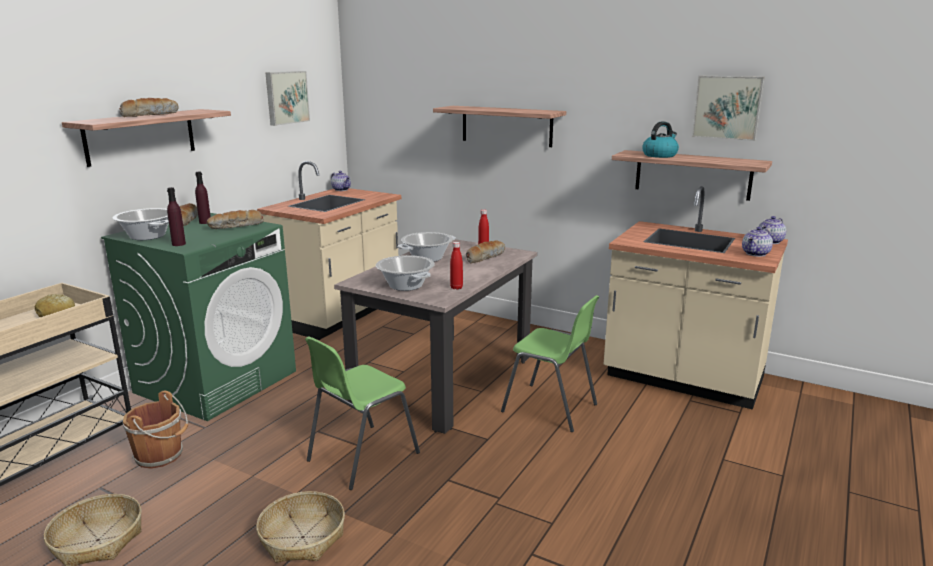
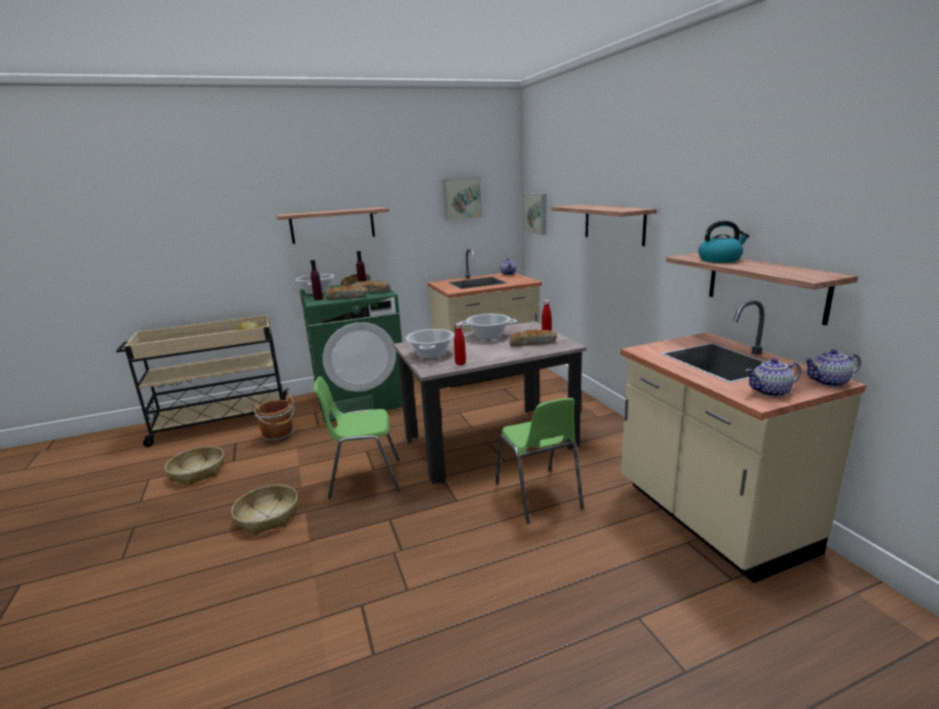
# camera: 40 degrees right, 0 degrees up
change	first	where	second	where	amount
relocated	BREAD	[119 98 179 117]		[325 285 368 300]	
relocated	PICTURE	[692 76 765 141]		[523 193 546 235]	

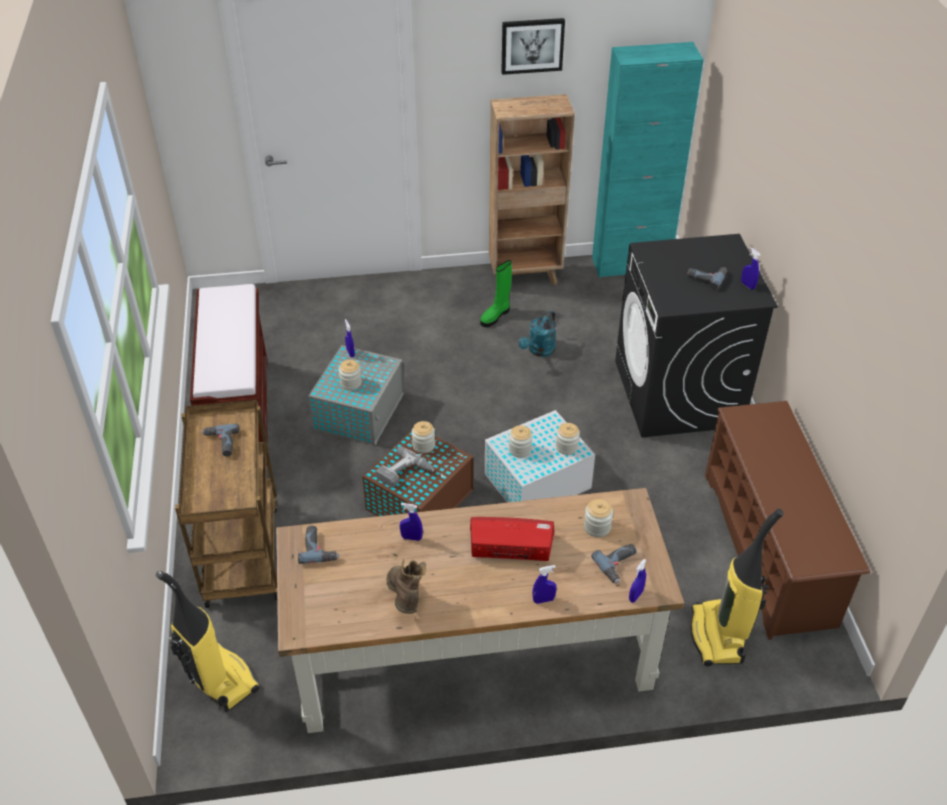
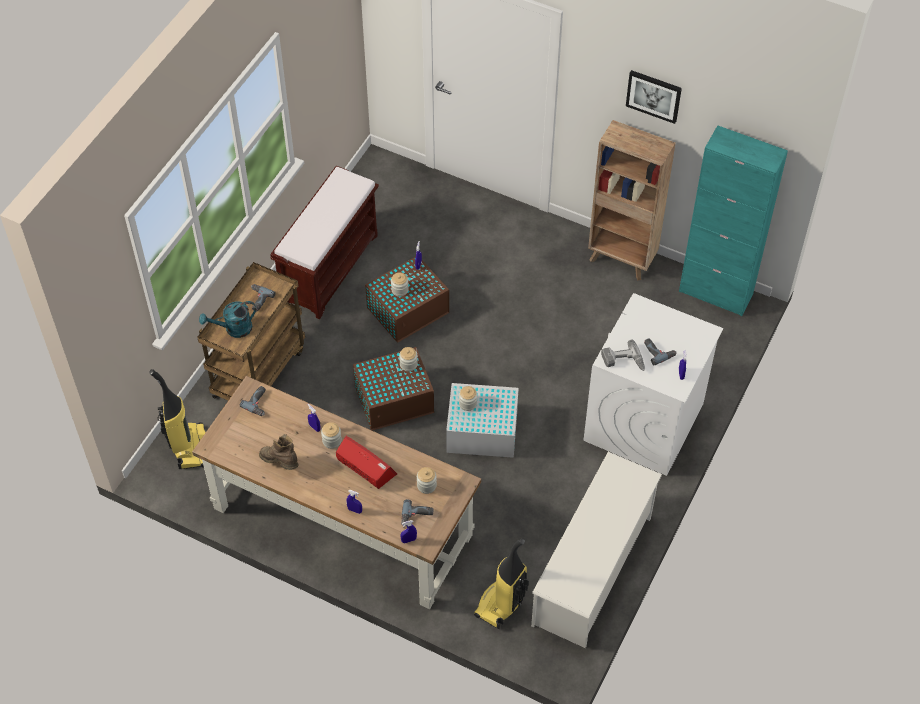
# camera: 35 degrees right, 10 degrees up
change	first	where	second	where	amount
missing	GREEN BOOT	[480 260 512 327]			
relocated	POWER DRILL	[376 447 434 487]		[601 339 645 371]	
relocated	TURQUOISE WATERING CAN	[518 311 556 357]		[199 301 256 338]	
relocated	JAR	[556 423 580 455]		[321 422 342 449]	
colour	GREY STORAGE BOX	[308 345 404 445]	BROWN STORAGE BOX	[365 257 449 343]	
colour	BLACK WASHING MACHINE	[615 234 778 437]	WHITE WASHING MACHINE	[584 293 723 476]	
colour	BROWN SHOE RACK	[705 401 870 640]	WHITE SHOE RACK	[531 452 662 648]	
spun	BROWN BOOT	[387 559 426 614]		[259 434 298 470]	75 degrees counterclockwise

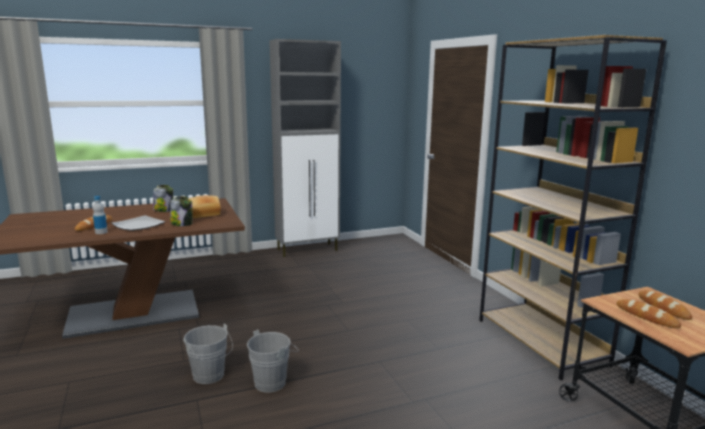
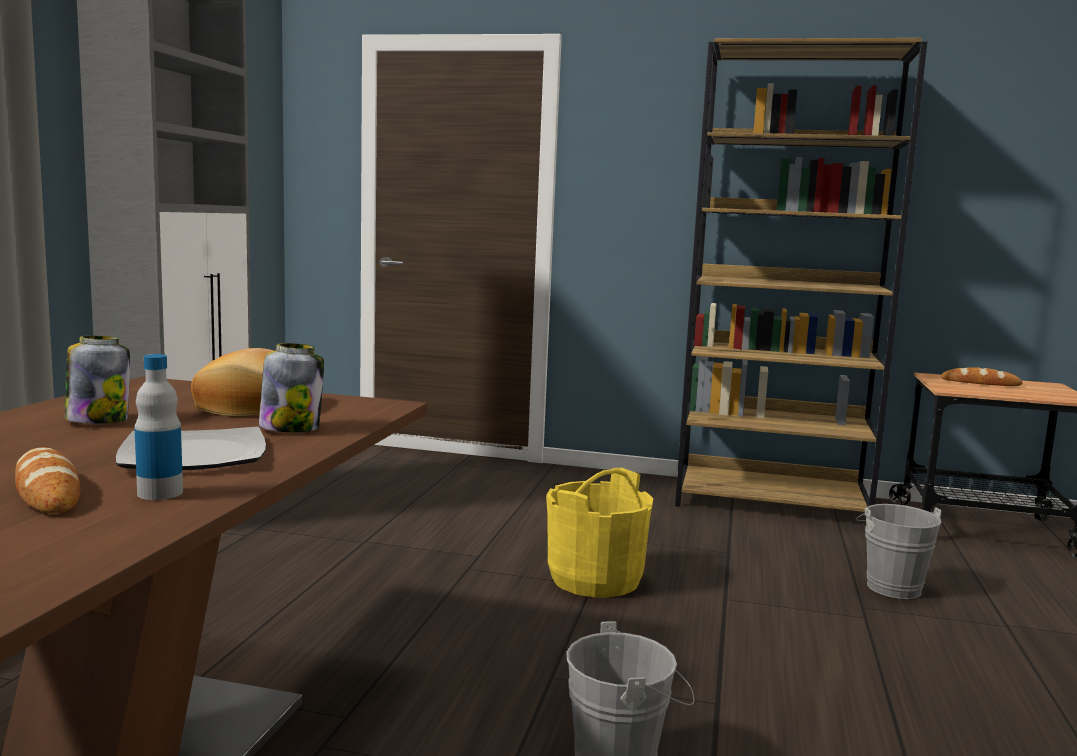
# camera: 55 degrees left, 5 degrees down
change	first	where	second	where	amount
missing	BREAD	[617 299 681 328]			
appeared			YELLOW BUCKET	[546 468 653 598]	
relocated	GREY BUCKET	[247 330 299 393]		[856 504 942 599]	

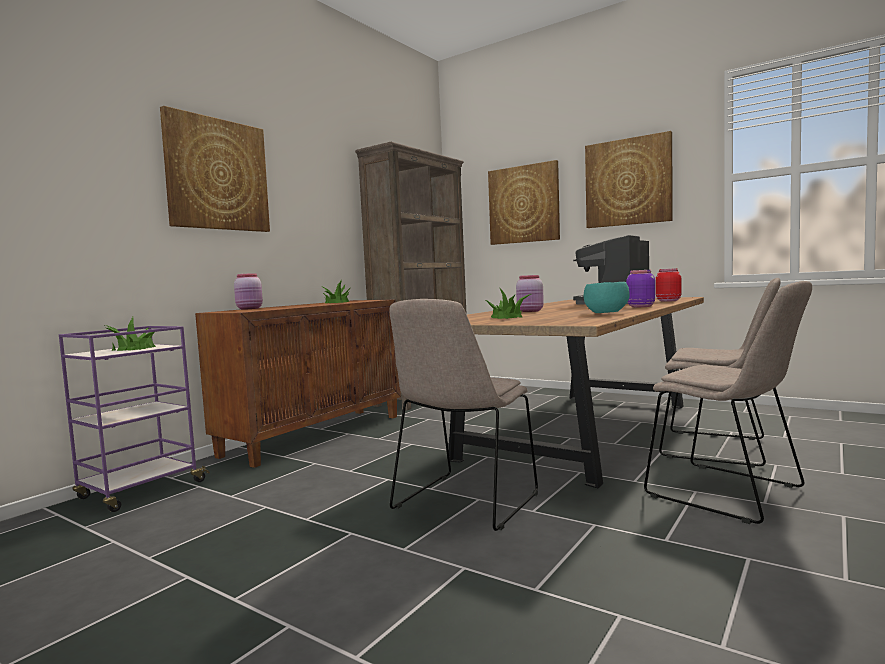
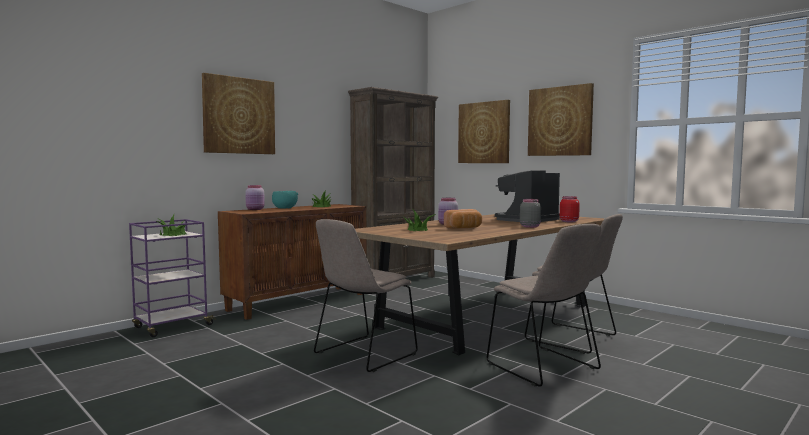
# camera: 10 degrees right, 0 degrees up
change	first	where	second	where	amount
appeared			BREAD	[444 209 482 229]	
relocated	TURQUOISE BOWL	[584 282 630 313]		[272 191 298 208]	
colour	PURPLE JAR	[626 270 655 307]	GREY JAR	[520 199 541 228]	

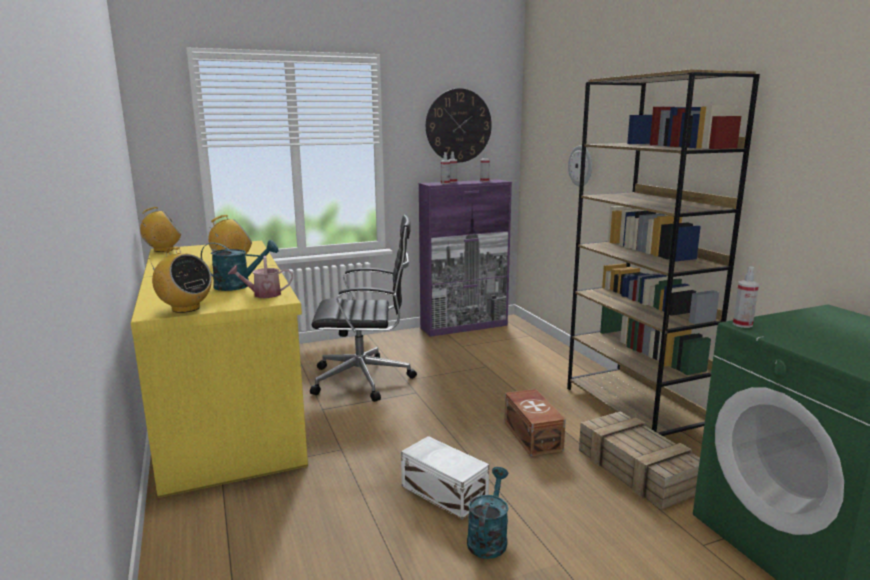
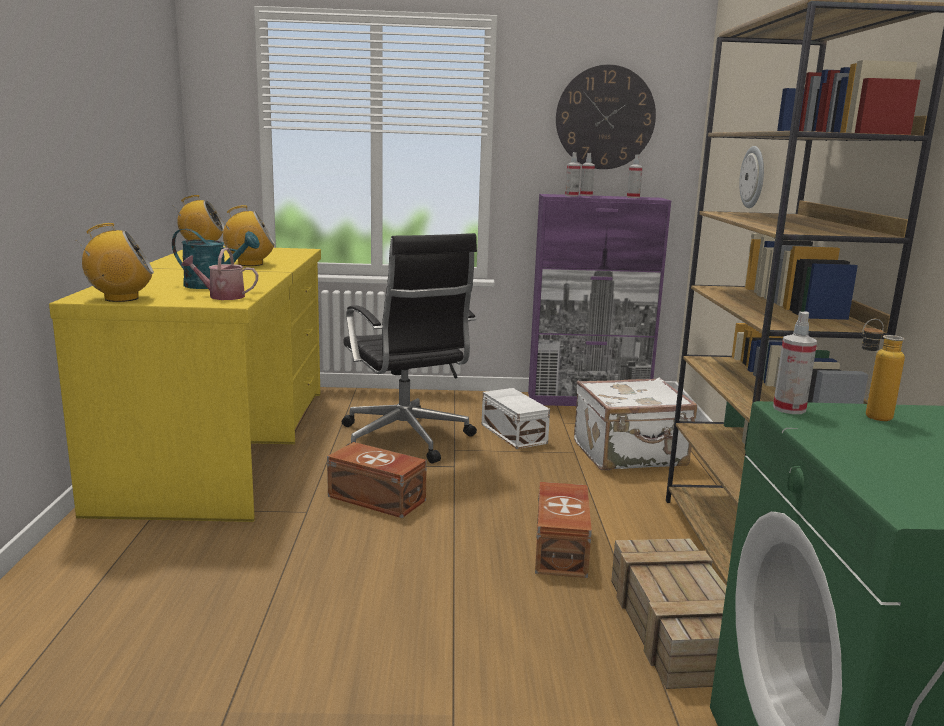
# camera: 20 degrees right, 0 degrees up
change	first	where	second	where	amount
missing	TURQUOISE WATERING CAN	[467 467 509 559]			
appeared			BROWN STORAGE BOX	[327 442 427 518]	
appeared			WHITE SUITCASE	[574 378 697 470]	
appeared			BOTTLE	[862 319 905 421]	
relocated	WHITE STORAGE BOX	[401 436 489 520]		[482 388 550 449]	
spun	RADIO	[148 247 212 313]		[76 223 154 302]	75 degrees counterclockwise
spun	BLACK OFFICE CHAIR	[310 215 417 402]		[342 233 477 463]	45 degrees clockwise

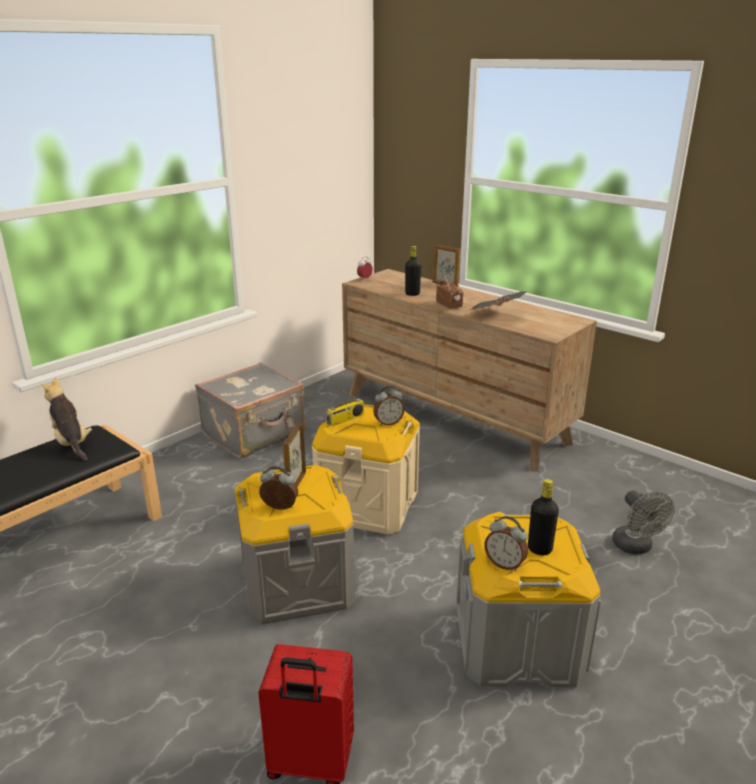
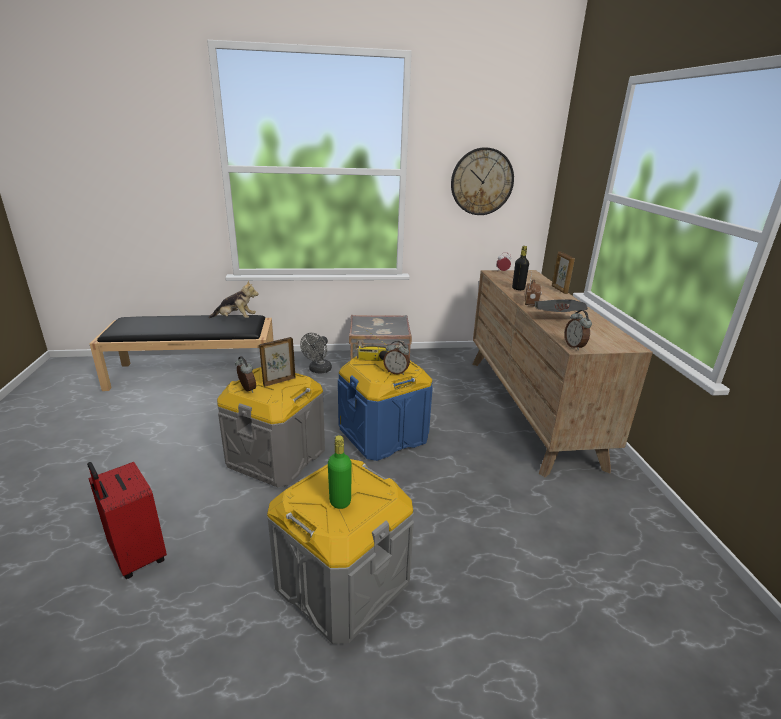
# camera: 40 degrees right, 0 degrees up
change	first	where	second	where	amount
appeared			WALL CLOCK	[451 147 514 215]	
relocated	ALARM CLOCK	[484 516 528 571]		[565 310 592 351]	
relocated	GREY FAN	[612 490 674 554]		[300 333 332 374]	
colour	BEIGE STORAGE BOX	[312 404 420 535]	BLUE STORAGE BOX	[338 356 433 461]	
colour	BLACK BOTTLE	[528 479 559 555]	GREEN BOTTLE	[328 435 352 509]	
spun	PLUSH TOY	[42 378 92 461]		[209 281 259 318]	90 degrees clockwise

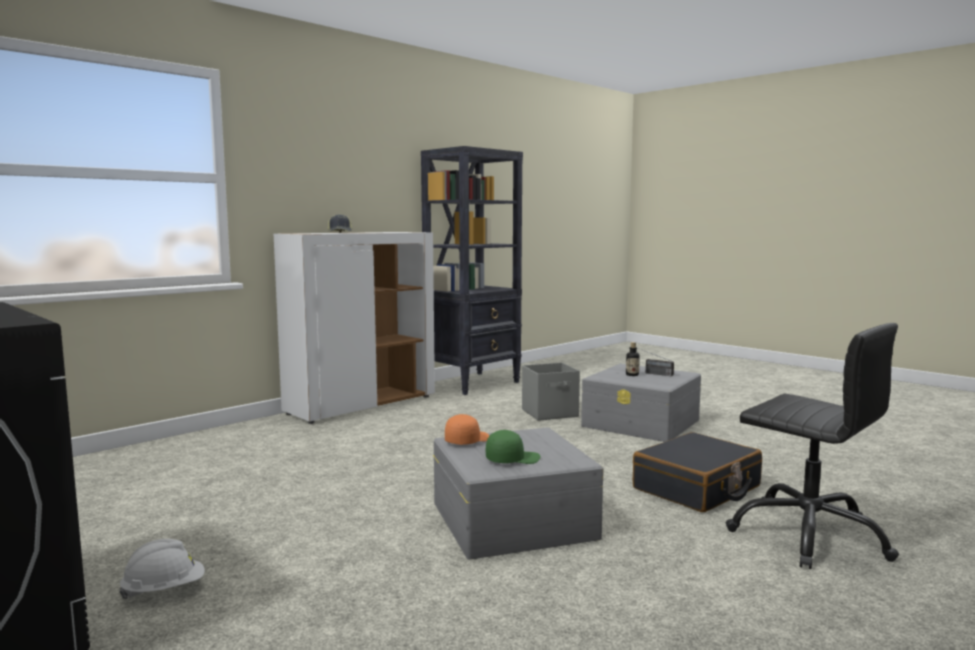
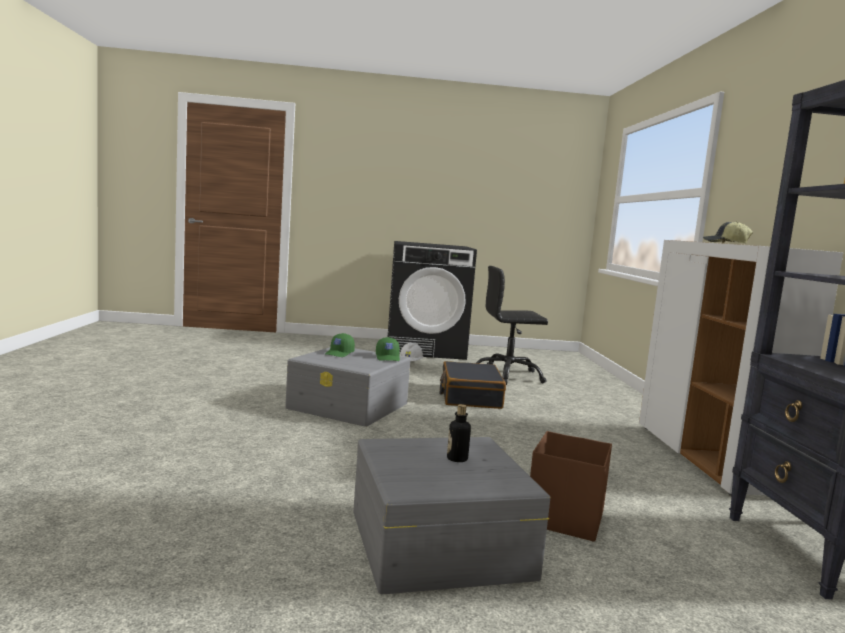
# camera: 130 degrees right, 0 degrees up
change	first	where	second	where	amount
missing	RADIO	[638 348 674 376]			
relocated	BLACK SUITCASE	[633 432 762 512]		[440 361 506 409]	
relocated	BLACK OFFICE CHAIR	[726 323 899 569]		[476 266 548 385]	
colour	ORANGE CAP	[445 414 489 445]	GREEN CAP	[376 337 400 361]	
colour	GREY STORAGE BOX	[522 363 580 421]	BROWN STORAGE BOX	[530 431 612 542]	

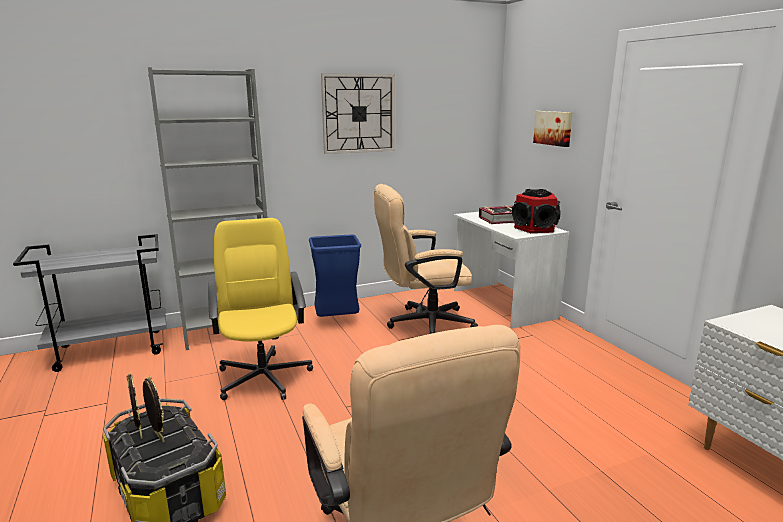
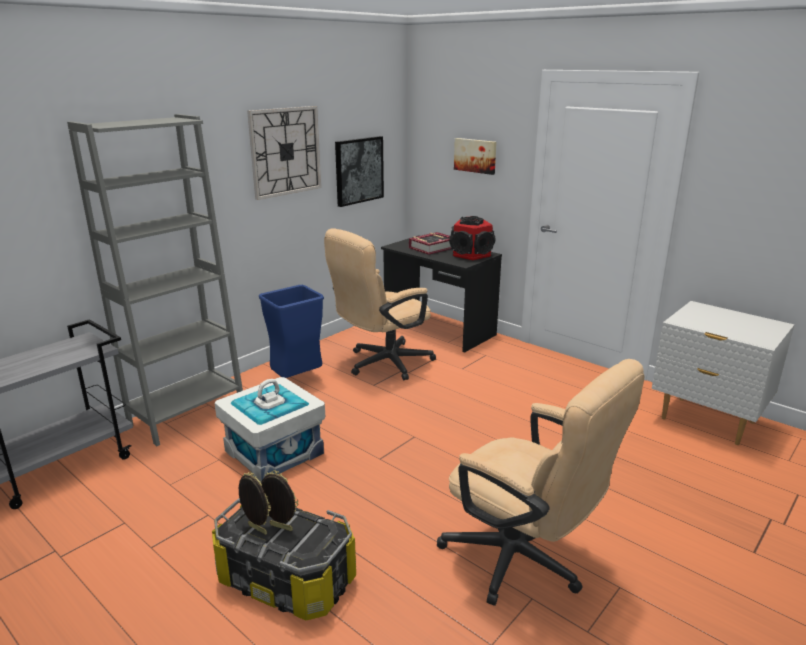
# camera: 25 degrees left, 5 degrees up
change	first	where	second	where	amount
appeared			PICTURE	[335 136 384 207]	
exchanged	YELLOW OFFICE CHAIR	[208 218 313 400]	WHITE STORAGE BOX	[215 377 325 482]	
colour	WHITE DESK	[454 212 569 329]	BLACK DESK	[381 235 502 353]	

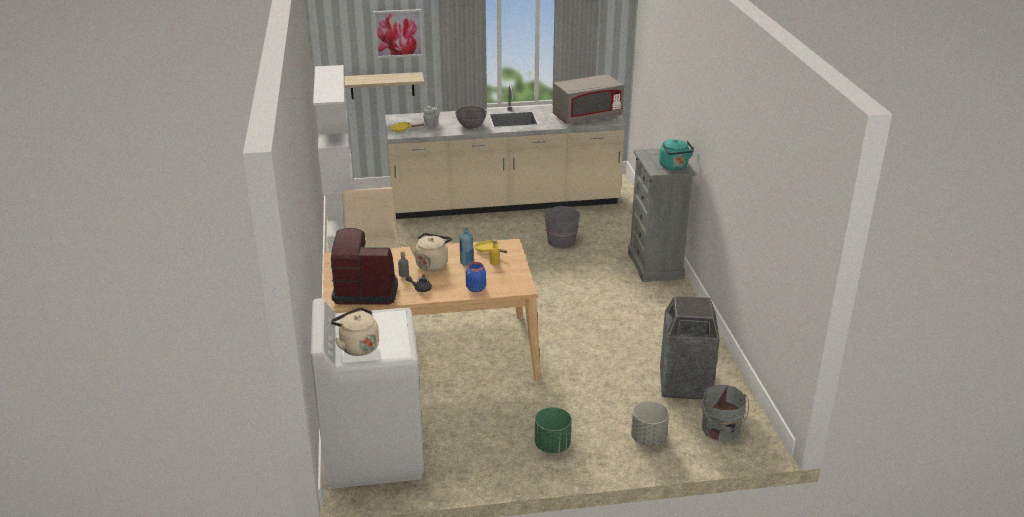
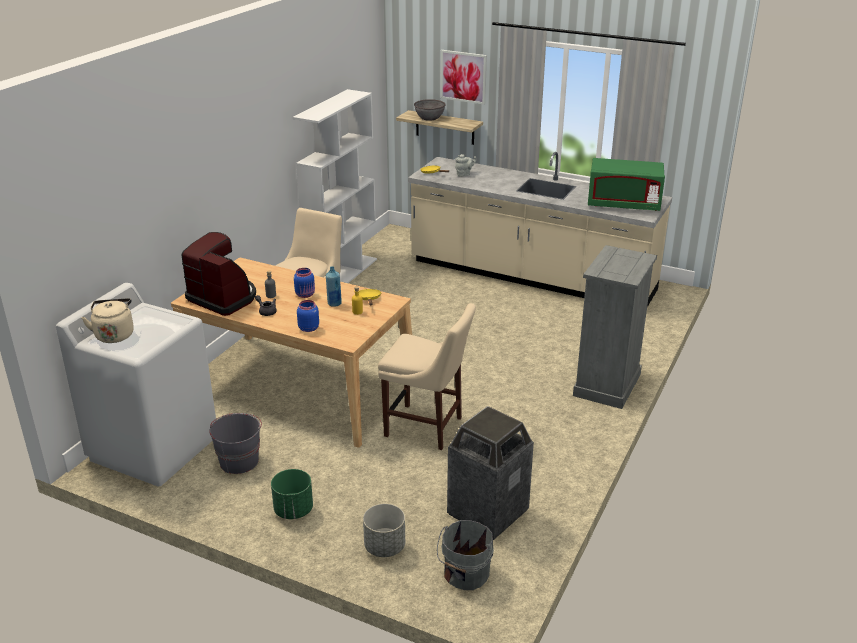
# camera: 35 degrees right, 0 degrees up
change	first	where	second	where	amount
missing	TURQUOISE KETTLE	[659 139 694 170]			
appeared			BEIGE CHAIR	[378 303 476 450]	
relocated	GREY BOWL	[455 106 487 129]		[414 99 446 121]	
relocated	GREY BUCKET	[543 206 580 249]		[209 413 262 474]	
exchanged	BEIGE KETTLE	[409 233 452 271]	BLUE JAR	[294 268 315 298]	
colour	GREY MICROWAVE	[553 74 624 124]	GREEN MICROWAVE	[588 158 665 211]	

